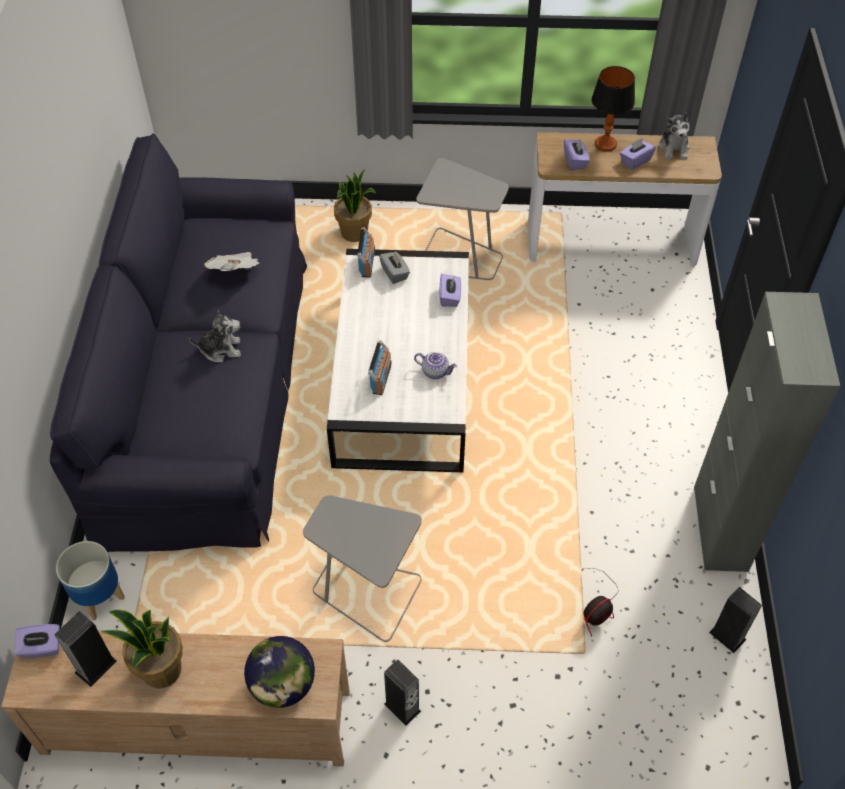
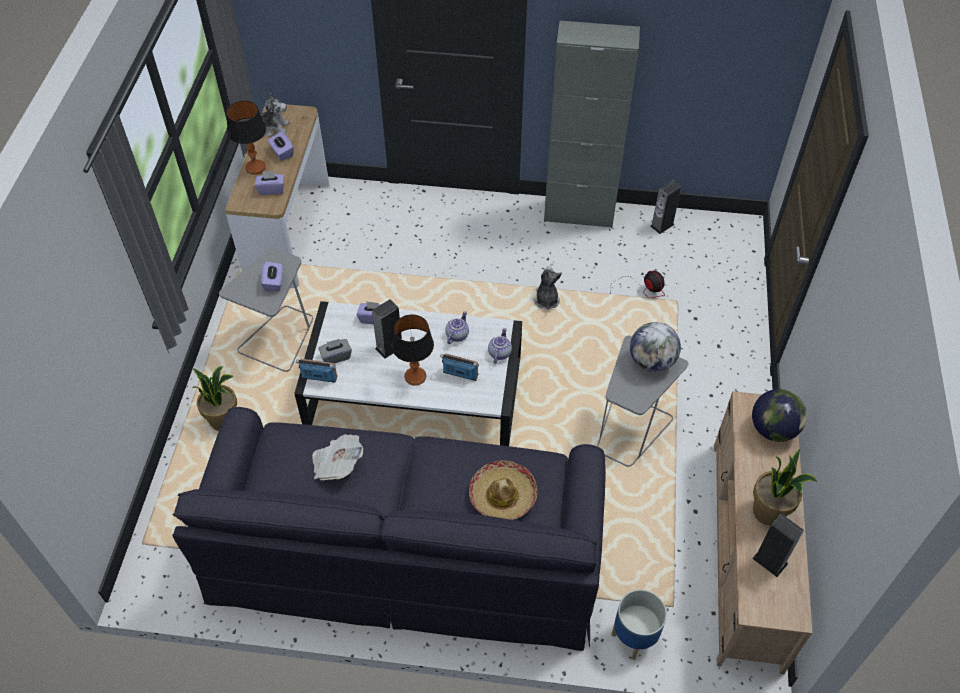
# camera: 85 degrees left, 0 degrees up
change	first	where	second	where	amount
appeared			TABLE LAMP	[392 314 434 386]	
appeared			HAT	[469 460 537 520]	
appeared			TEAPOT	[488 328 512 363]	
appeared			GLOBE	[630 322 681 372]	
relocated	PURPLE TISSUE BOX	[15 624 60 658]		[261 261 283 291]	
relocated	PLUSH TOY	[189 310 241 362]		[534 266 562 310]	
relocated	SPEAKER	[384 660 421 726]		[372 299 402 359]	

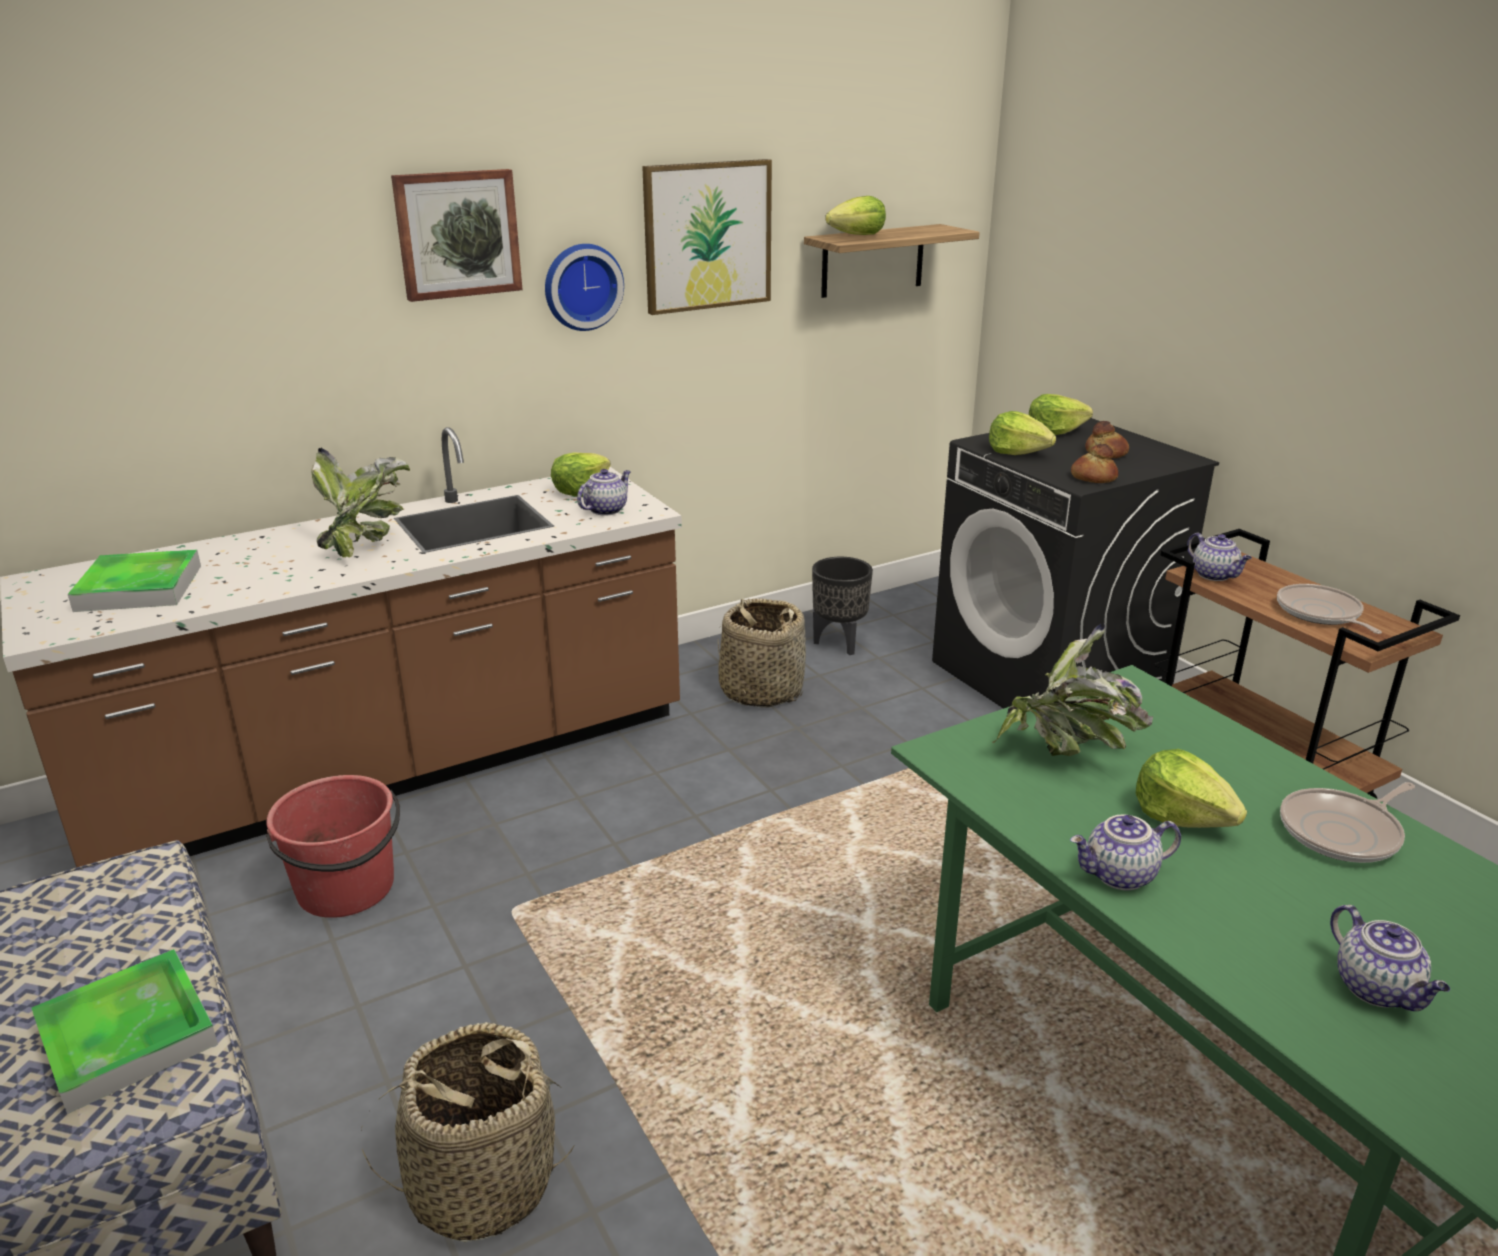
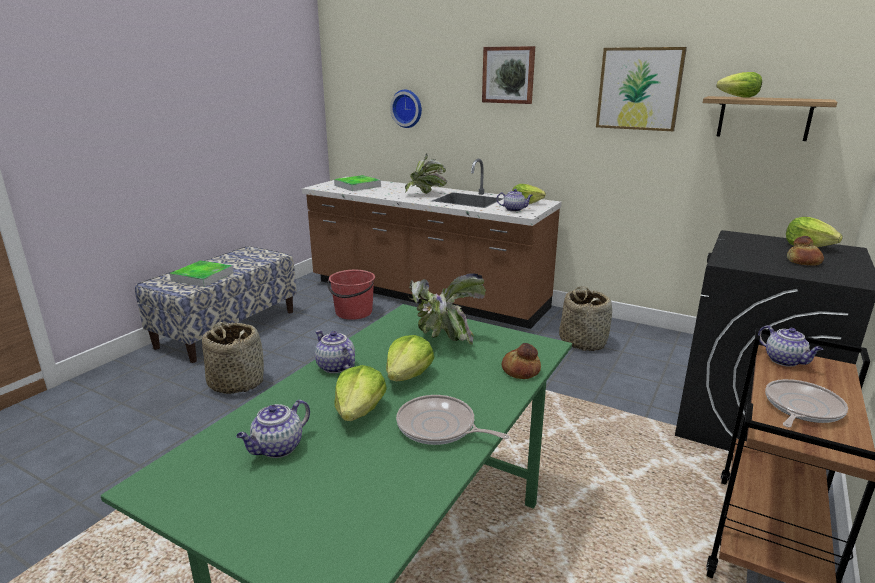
# camera: 60 degrees right, 5 degrees down
change	first	where	second	where	amount
missing	BLACK PLANTER	[812 557 873 655]			
relocated	WALL CLOCK	[545 244 624 331]		[390 90 422 128]	
relocated	LETTUCE	[989 411 1056 455]		[334 365 387 421]	
relocated	BREAD	[1071 444 1118 483]		[502 343 541 379]	
spun	TEAPOT	[1187 533 1252 581]		[758 325 823 367]	60 degrees counterclockwise

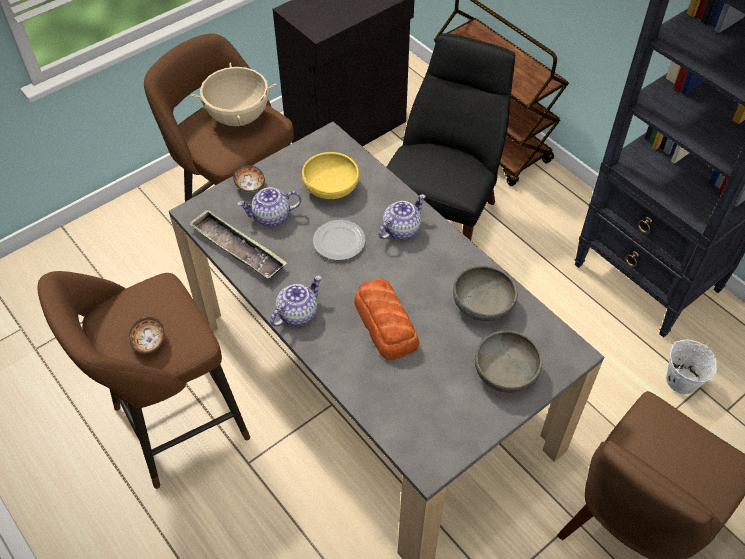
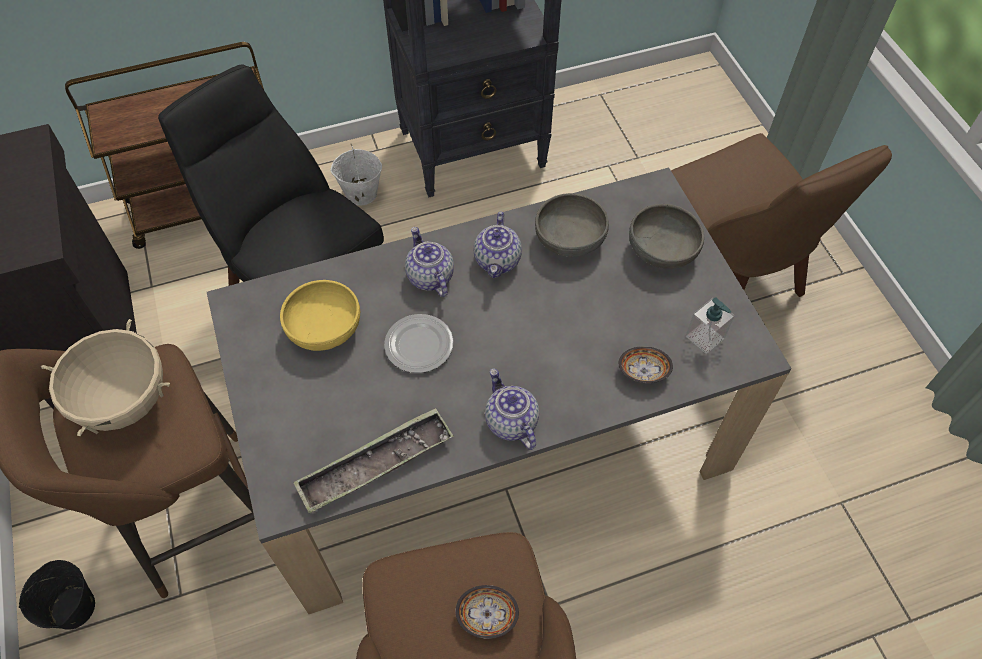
# camera: 70 degrees left, 5 degrees up
change	first	where	second	where	amount
missing	BREAD	[354 278 419 360]			
appeared			BLACK BUCKET	[19 560 95 630]	
appeared			SOAP DISPENSER	[686 297 734 354]	
relocated	BOWL	[233 165 265 192]		[619 346 673 383]	
relocated	TEAPOT	[237 187 301 226]		[474 212 522 278]	
relocated	WHITE BUCKET	[666 339 717 394]		[330 144 382 205]	

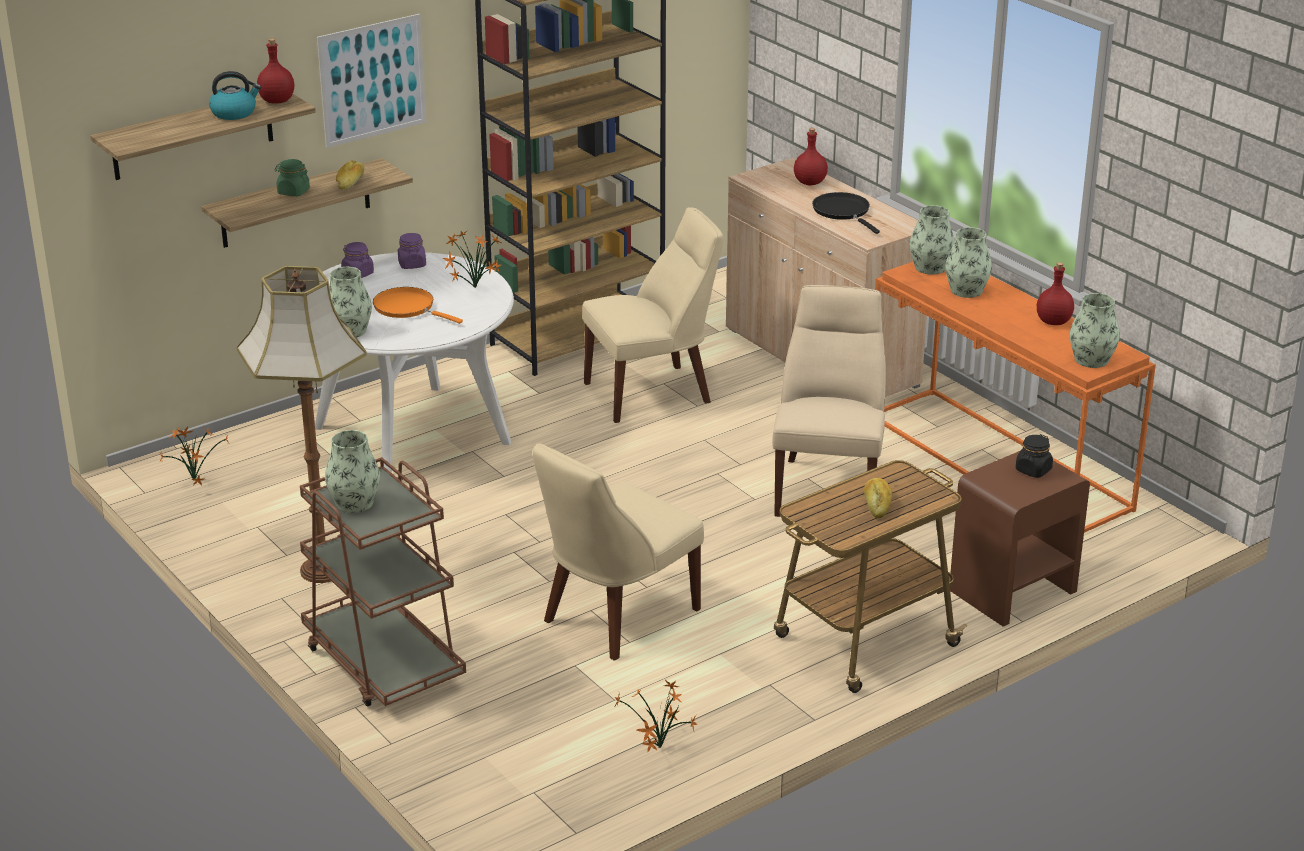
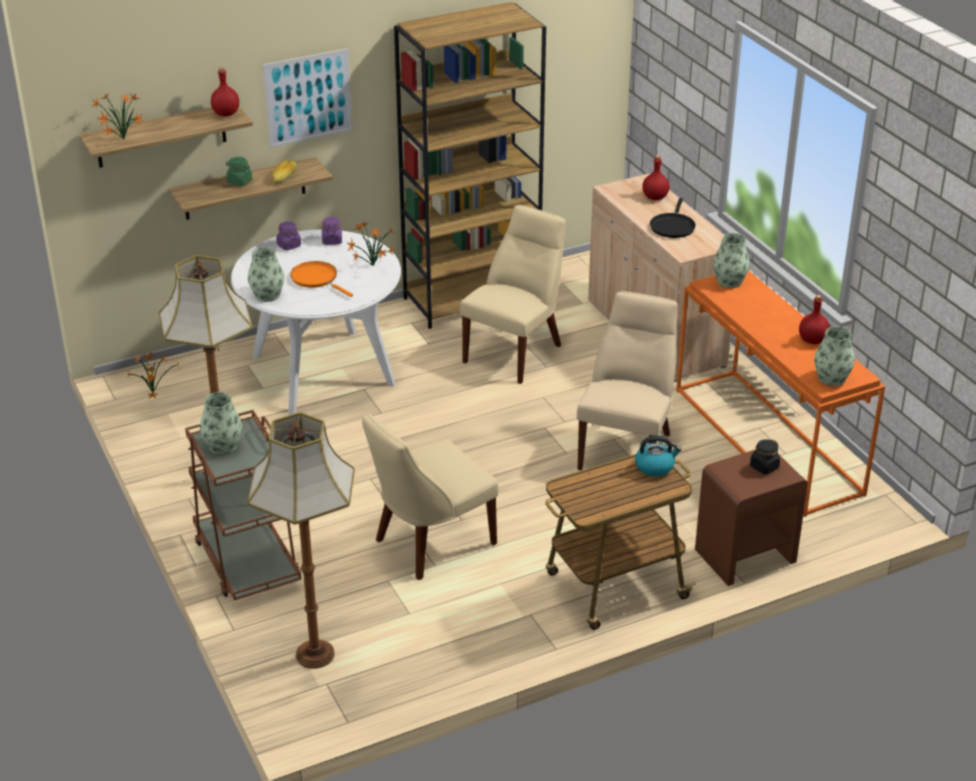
# camera: 10 degrees right, 5 degrees up
change	first	where	second	where	amount
missing	BREAD	[864 478 892 518]			
missing	VASE	[945 227 992 298]			
appeared			FLOOR LAMP	[247 412 355 669]	
relocated	KETTLE	[209 71 261 120]		[635 435 682 477]	
relocated	POTTED PLANT	[614 680 697 753]		[92 93 143 139]	
spun	BEIGE CHAIR	[582 207 723 423]		[460 205 566 384]	45 degrees counterclockwise
spun	BLACK FRYING PAN	[812 192 880 234]		[650 198 696 238]	150 degrees counterclockwise

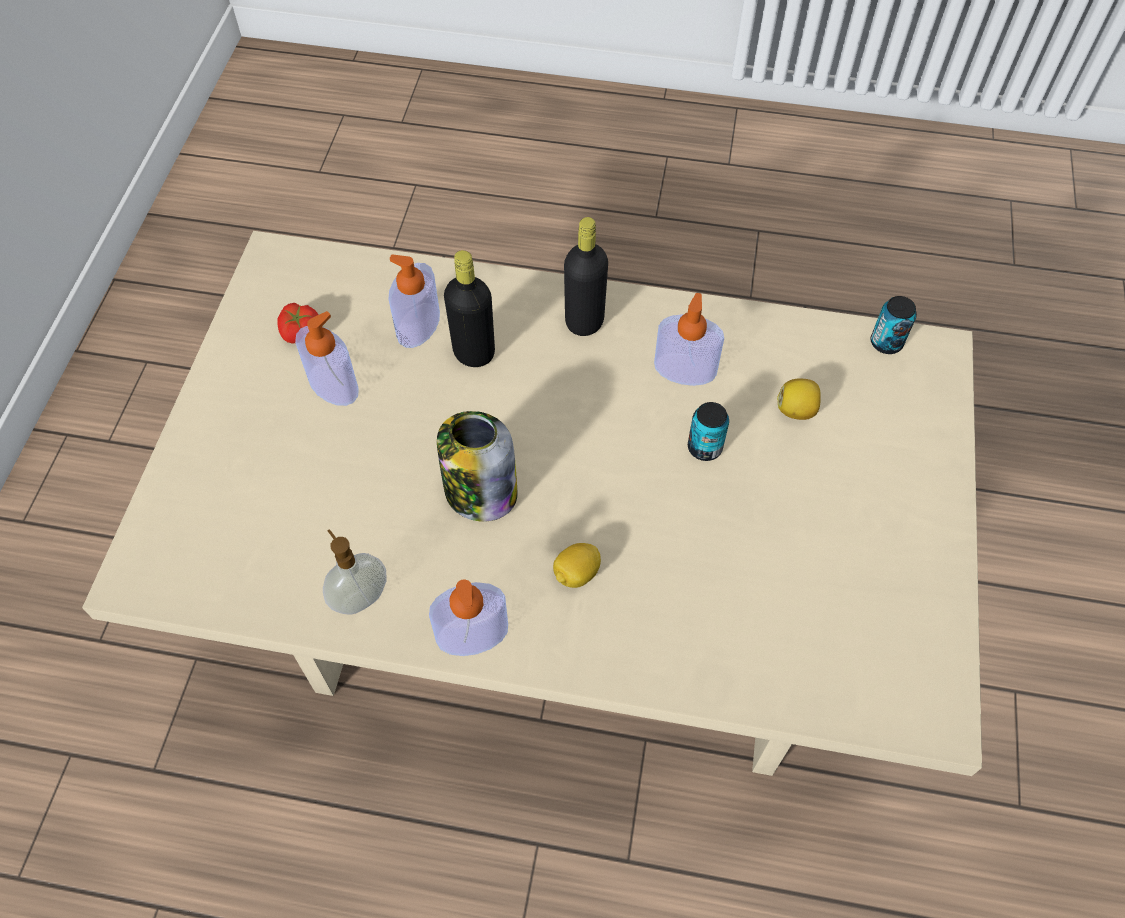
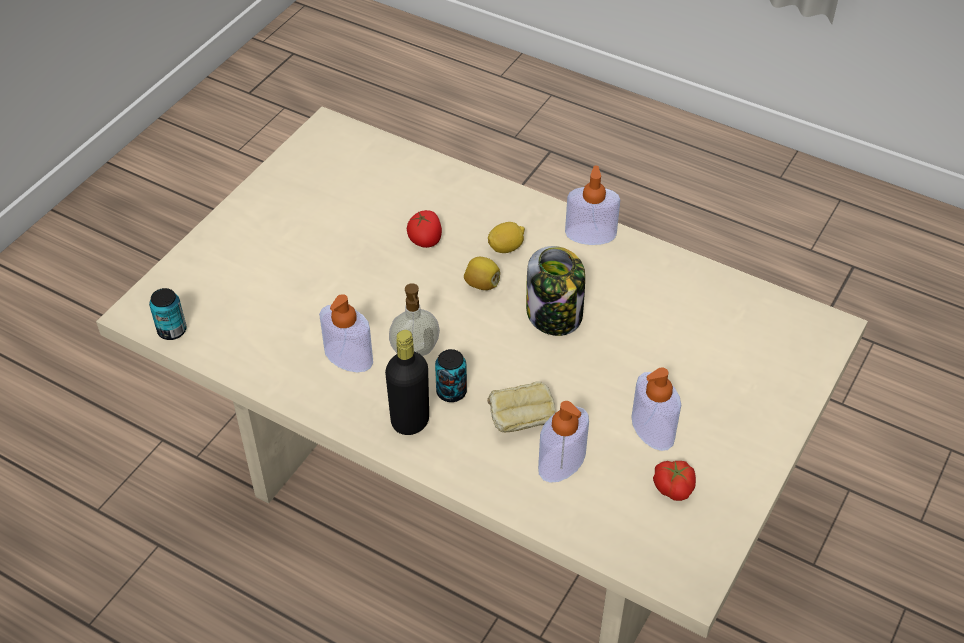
# camera: 160 degrees left, 10 degrees down
change	first	where	second	where	amount
appeared			TOMATO	[407 210 442 248]	
relocated	SOAP DISPENSER	[323 529 386 615]		[389 283 440 356]	
relocated	CAN	[688 402 729 461]		[435 349 467 402]	
relocated	LEMON	[777 379 821 420]		[464 257 500 290]	
exchanged	BLACK BOTTLE	[444 250 495 367]	BREAD	[487 381 555 432]	

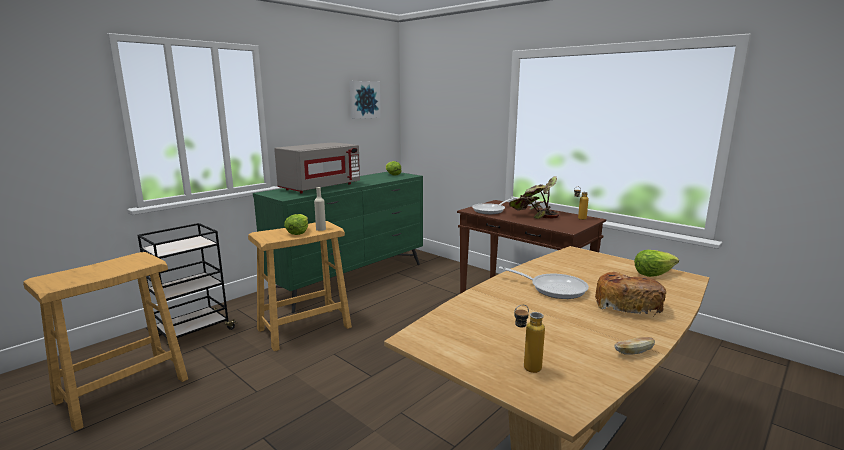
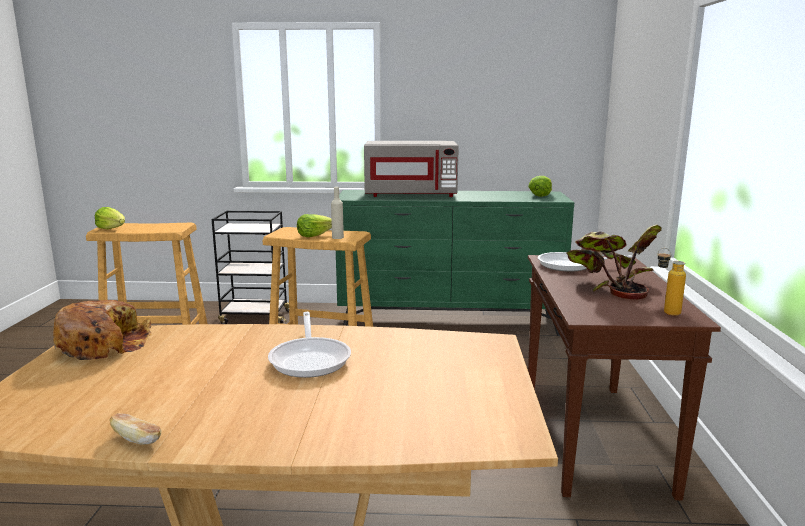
# camera: 50 degrees right, 0 degrees up
change	first	where	second	where	amount
missing	PICTURE	[349 81 381 119]			
missing	BOTTLE	[514 304 545 373]			
relocated	BREAD	[595 272 666 316]		[53 300 152 360]	
relocated	LETTUCE	[634 250 679 277]		[95 207 125 229]	

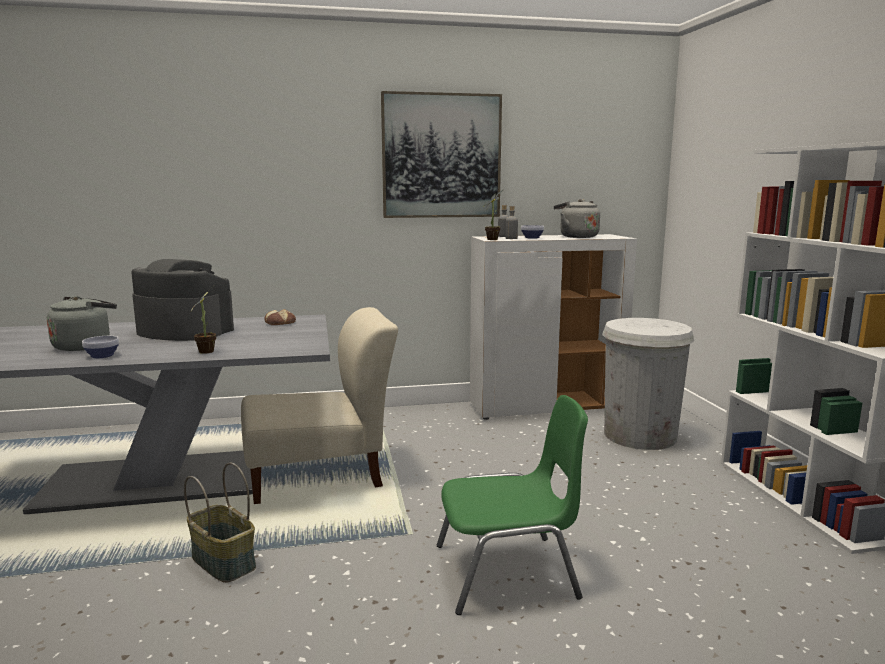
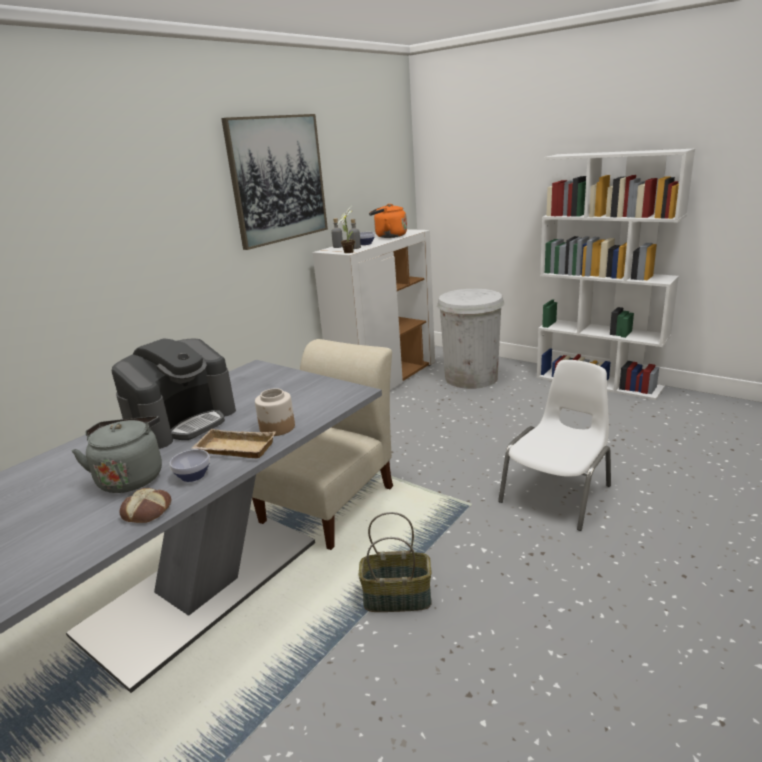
# camera: 40 degrees left, 10 degrees up
change	first	where	second	where	amount
appeared			BEIGE TRAY	[191 429 275 458]	
relocated	BREAD	[264 309 296 325]		[120 488 171 523]	
exchanged	POTTED PLANT	[191 287 216 354]	JAR	[255 388 295 436]	
colour	GREEN CHAIR	[437 395 588 615]	WHITE CHAIR	[498 360 611 531]	
colour	GREY KETTLE	[554 199 600 238]	ORANGE KETTLE	[369 204 407 238]	
spun	COFFEE MACHINE	[131 259 234 341]		[112 338 236 449]	150 degrees clockwise

